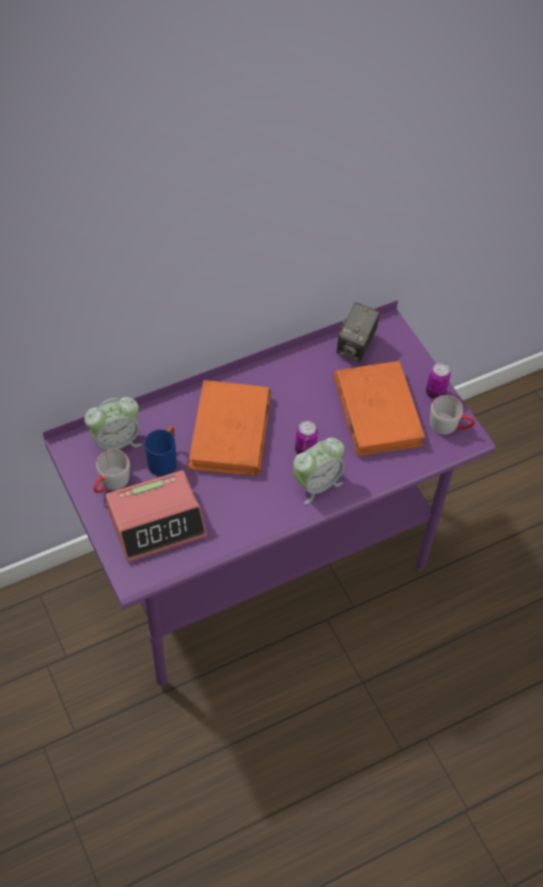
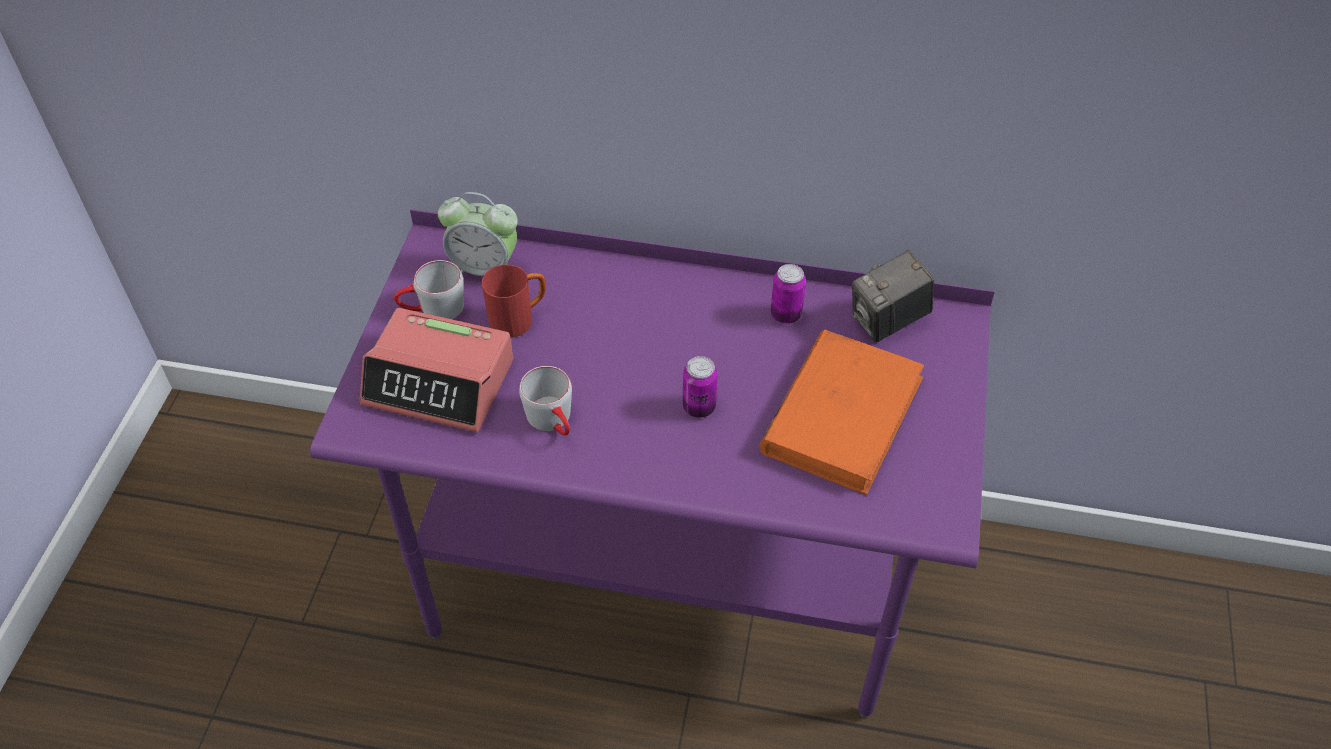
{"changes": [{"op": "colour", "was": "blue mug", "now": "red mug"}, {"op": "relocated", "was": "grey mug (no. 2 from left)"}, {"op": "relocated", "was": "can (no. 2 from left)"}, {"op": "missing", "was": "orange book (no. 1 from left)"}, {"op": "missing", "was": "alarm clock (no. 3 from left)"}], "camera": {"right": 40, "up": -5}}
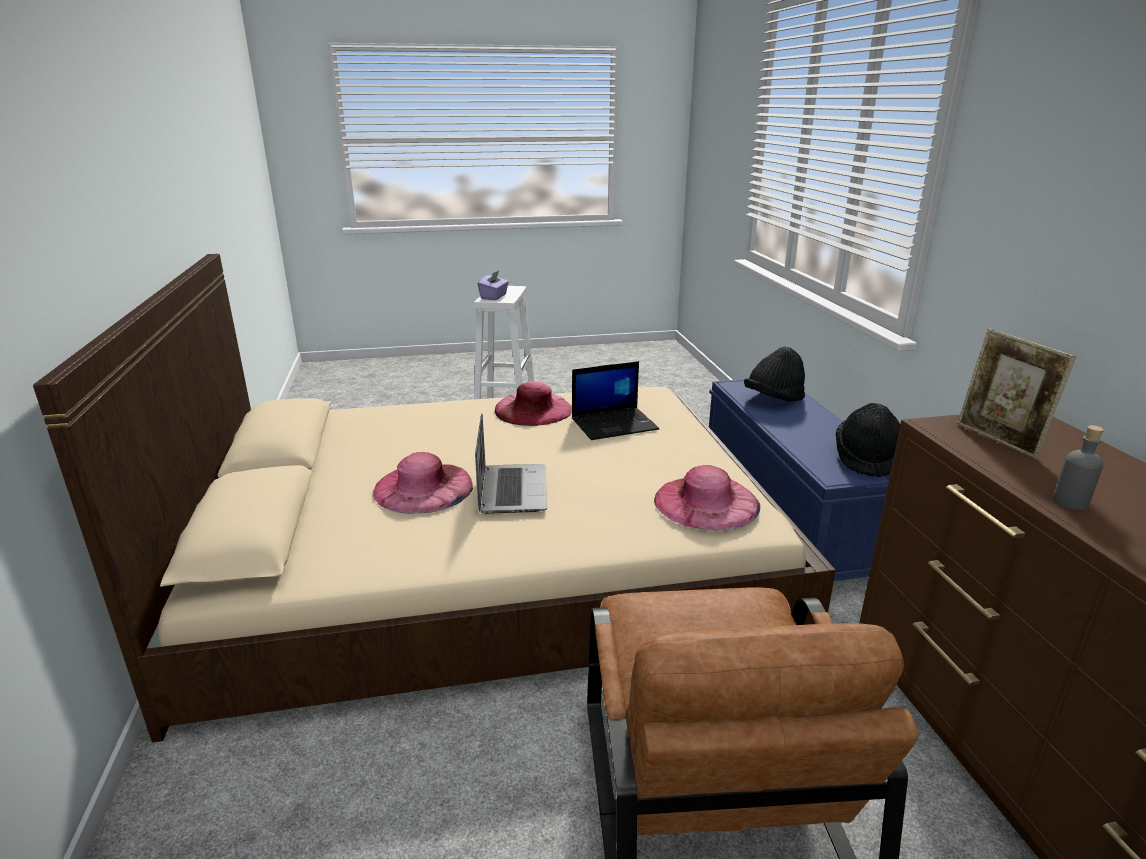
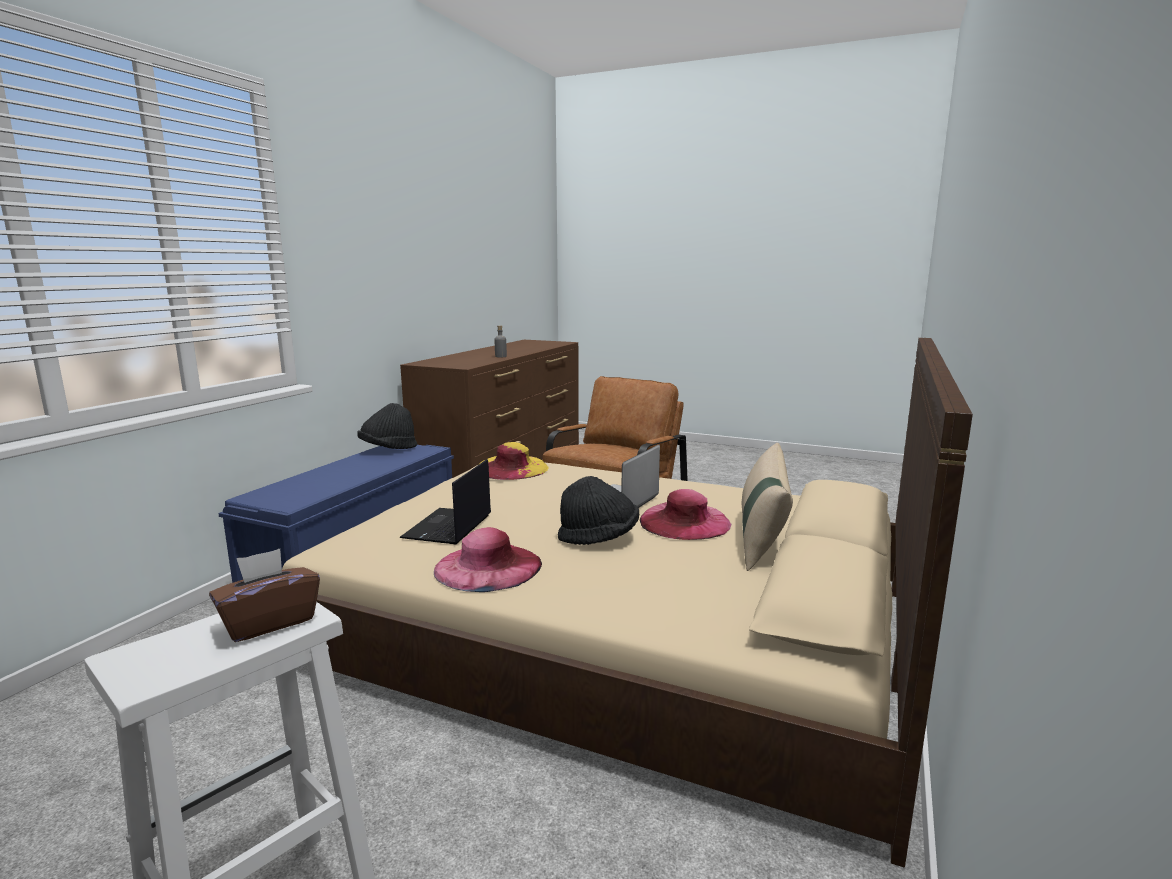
{"changes": [{"op": "colour", "was": "purple tissue box", "now": "brown tissue box"}, {"op": "spun", "was": "laptop (no. 2 from left in the first image)", "clockwise": -90}, {"op": "colour", "was": "pink hat (no. 3 from left)", "now": "yellow hat"}, {"op": "relocated", "was": "black hat (no. 1 from left in the first image)", "now": "black hat (no. 2 from left)"}, {"op": "appeared", "now": "beige pillow"}, {"op": "missing", "was": "picture frame"}], "camera": {"right": -145, "up": -10}}
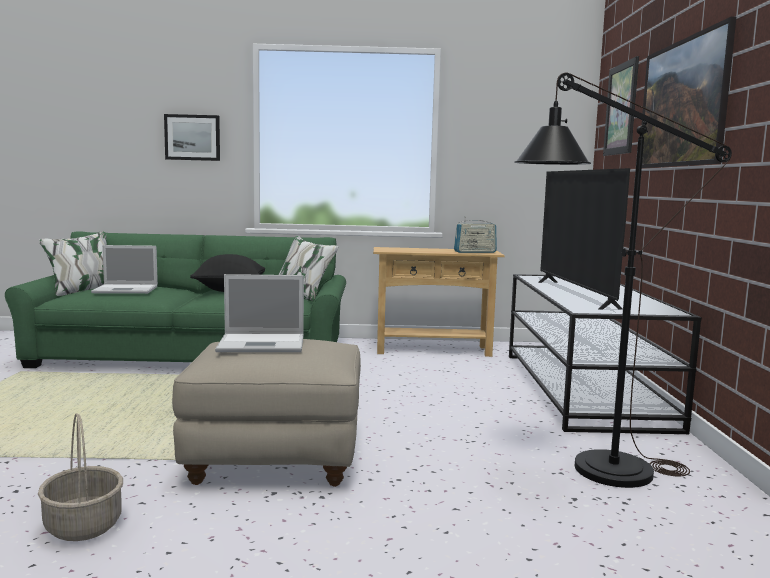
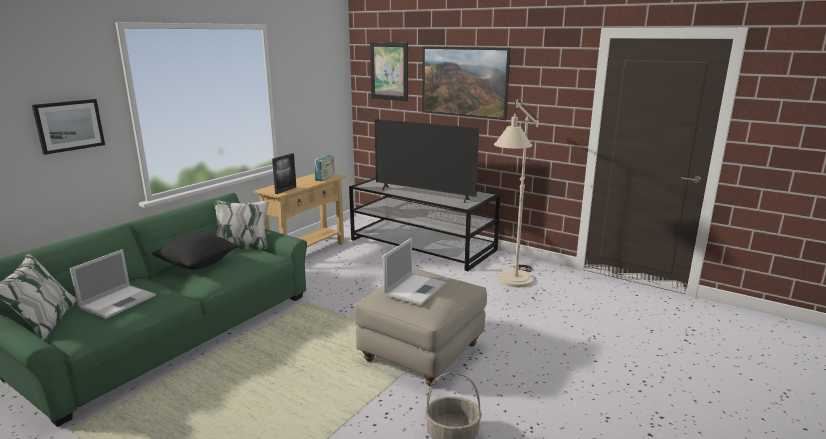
{"changes": [{"op": "appeared", "now": "picture frame"}, {"op": "colour", "was": "black floor lamp", "now": "beige floor lamp"}], "camera": {"right": -55, "up": 10}}
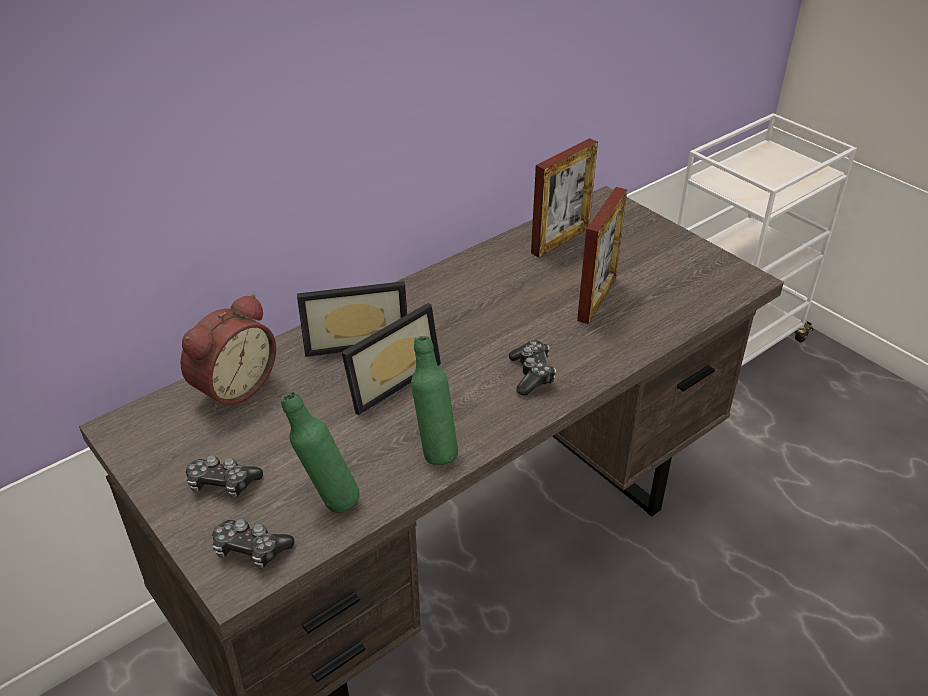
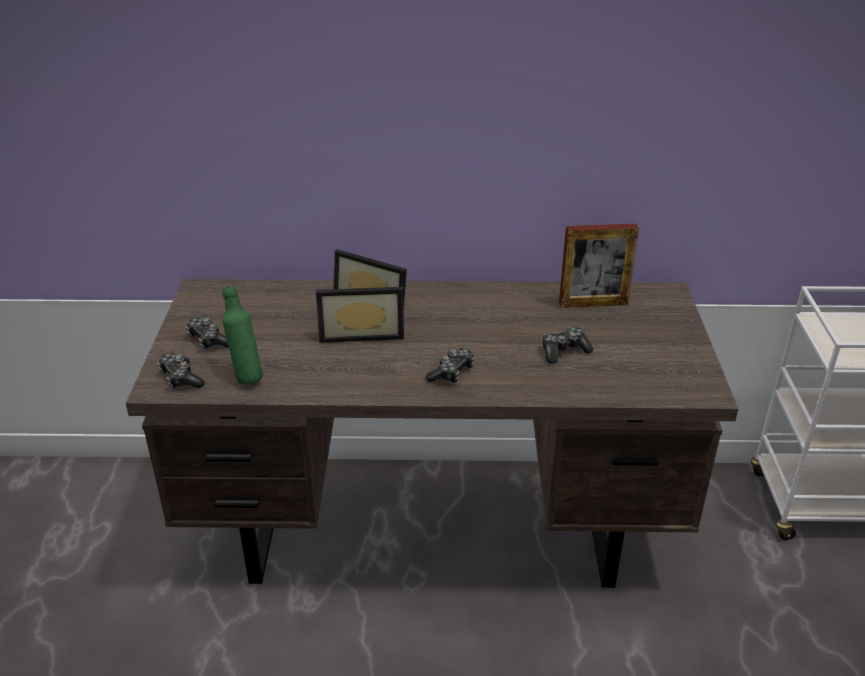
{"changes": [{"op": "exchanged", "was": "picture frame (no. 4 from left)", "now": "game controller (no. 4 from left)"}, {"op": "missing", "was": "alarm clock"}, {"op": "missing", "was": "green bottle (no. 2 from left)"}], "camera": {"right": 40, "up": -5}}
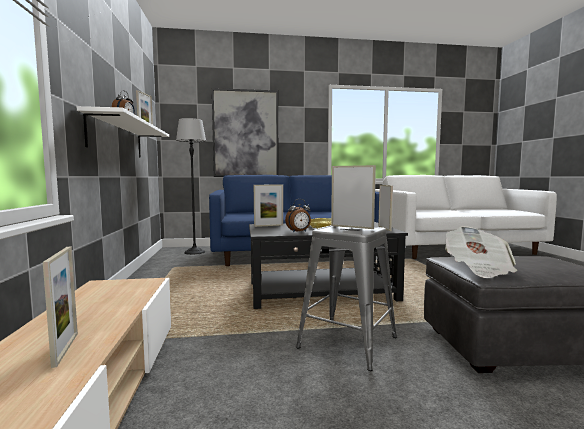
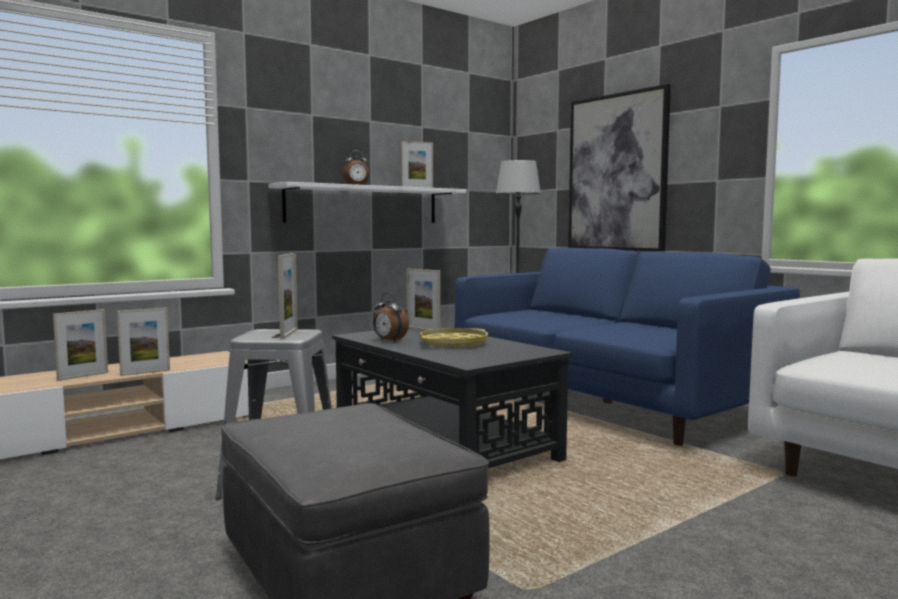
{"changes": [{"op": "relocated", "was": "picture frame (no. 5 from left in the first image)", "now": "picture frame (no. 2 from left)"}, {"op": "missing", "was": "newspaper"}], "camera": {"right": 60, "up": 0}}
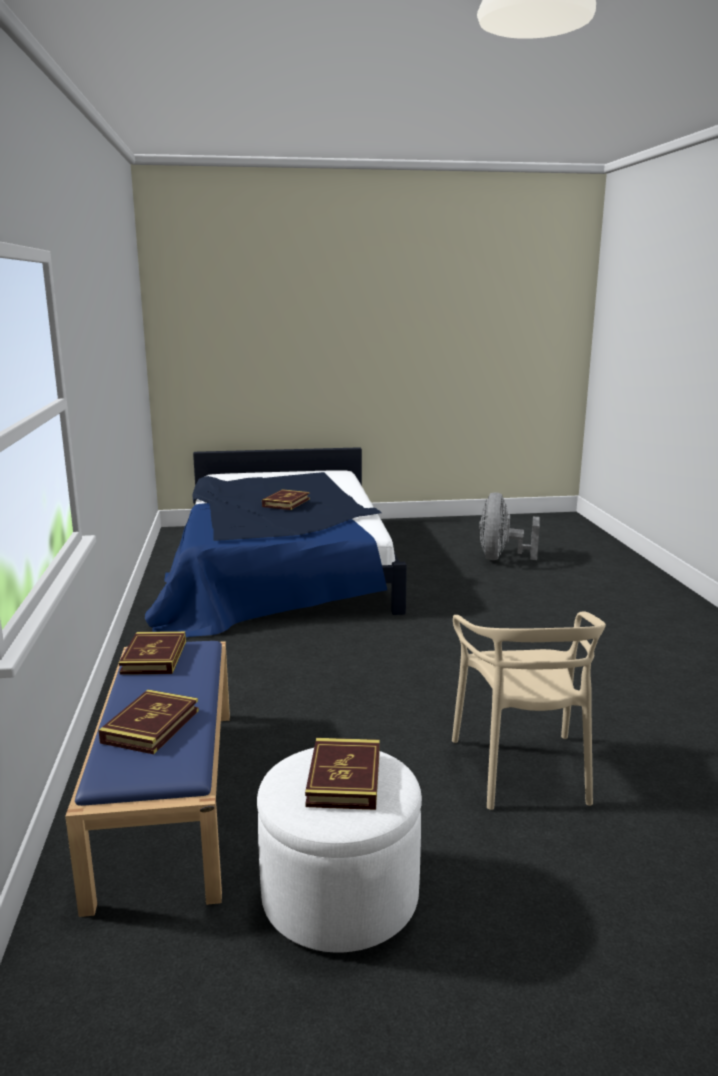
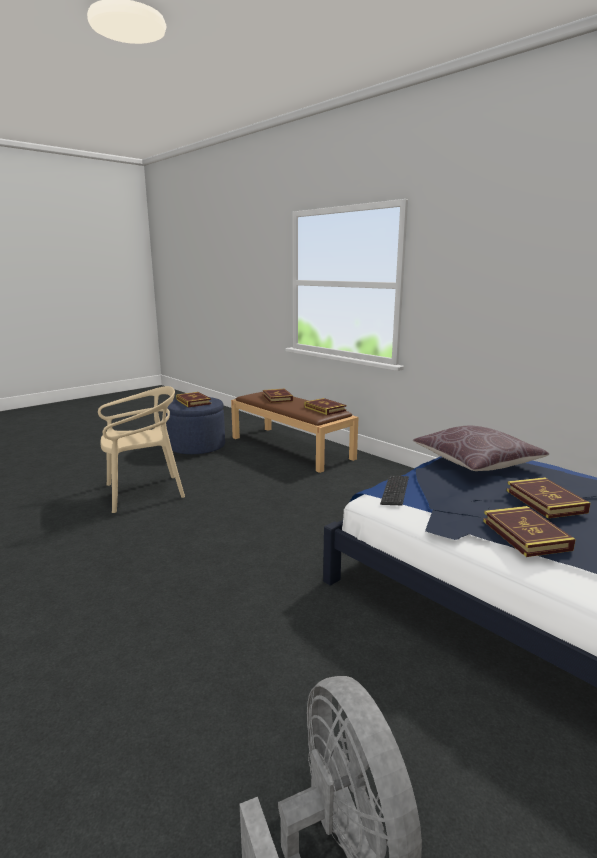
{"changes": [{"op": "spun", "was": "beige chair", "clockwise": 105}, {"op": "colour", "was": "white ottoman", "now": "blue ottoman"}, {"op": "colour", "was": "blue bench", "now": "brown bench"}, {"op": "appeared", "now": "keyboard"}, {"op": "appeared", "now": "brown pillow"}, {"op": "appeared", "now": "book (no. 4 from left)"}], "camera": {"right": 145, "up": 0}}
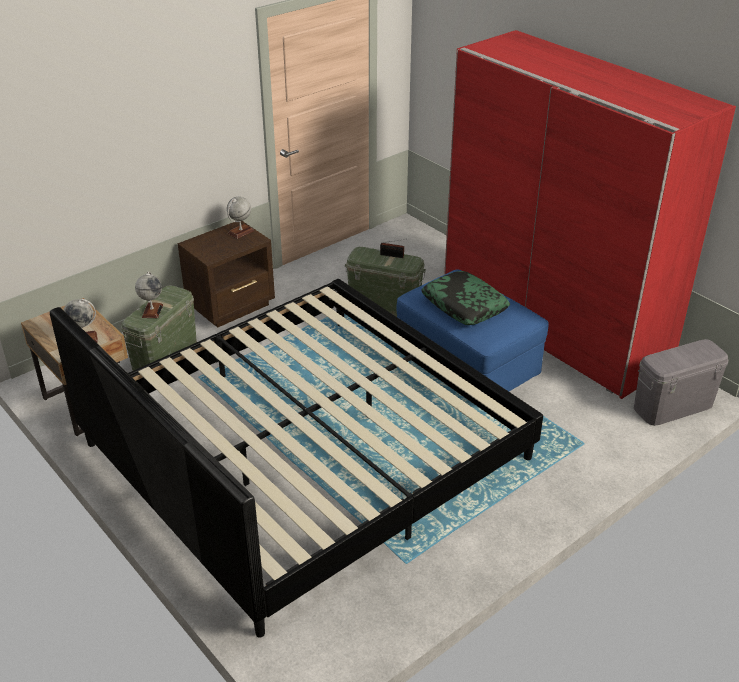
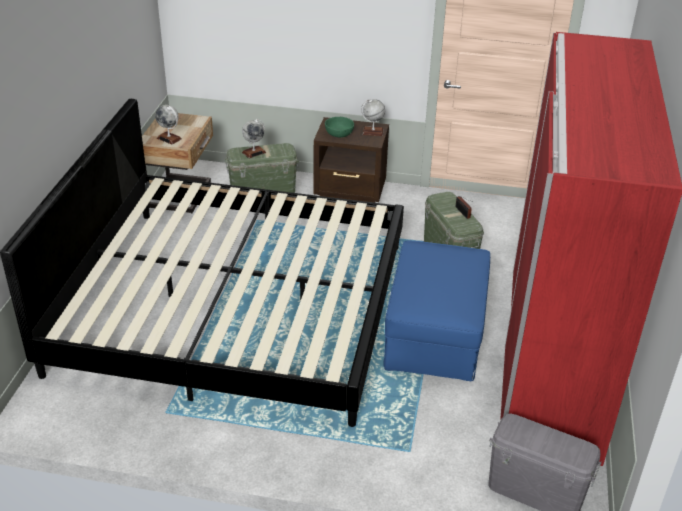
{"changes": [{"op": "appeared", "now": "green bowl"}, {"op": "missing", "was": "pillow"}], "camera": {"right": 50, "up": 0}}
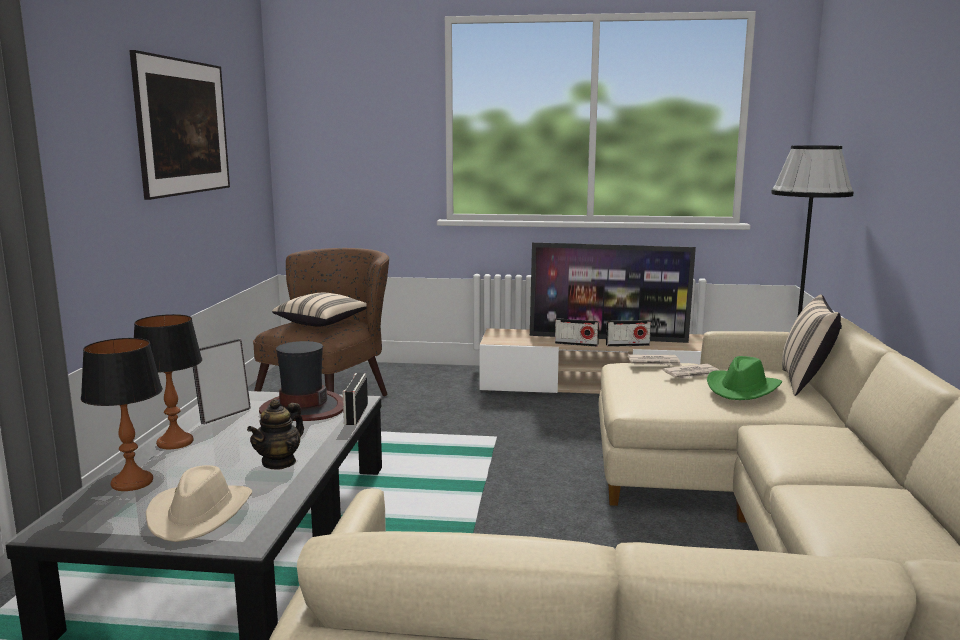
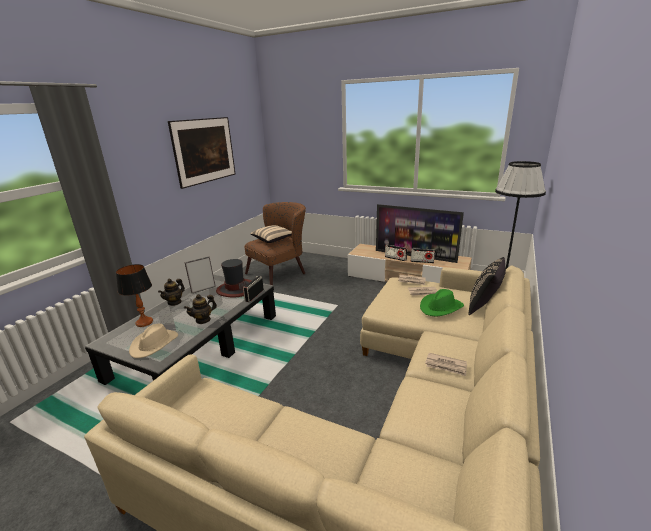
{"changes": [{"op": "exchanged", "was": "table lamp (no. 2 from left)", "now": "teapot (no. 1 from left)"}, {"op": "appeared", "now": "newspaper (no. 3 from left)"}, {"op": "colour", "was": "beige pillow (no. 2 from left)", "now": "black pillow"}], "camera": {"right": 20, "up": 10}}
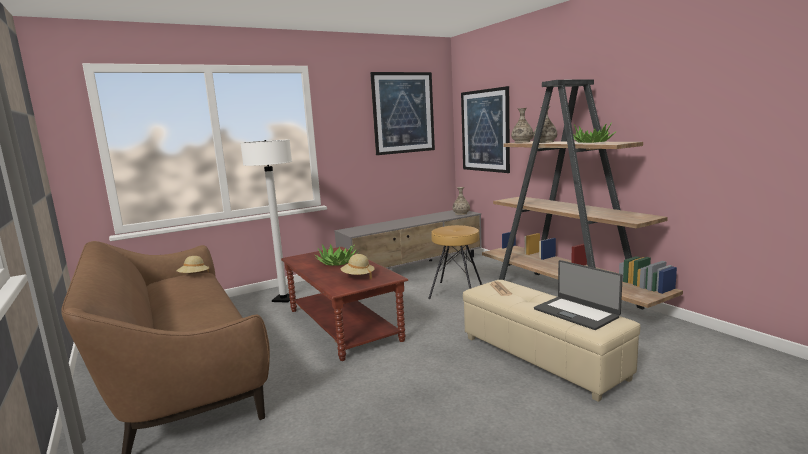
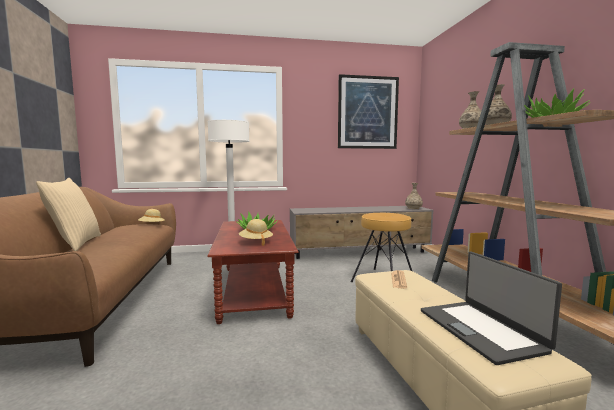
{"changes": [{"op": "appeared", "now": "beige pillow"}, {"op": "missing", "was": "picture (no. 2 from left)"}], "camera": {"right": 20, "up": -5}}
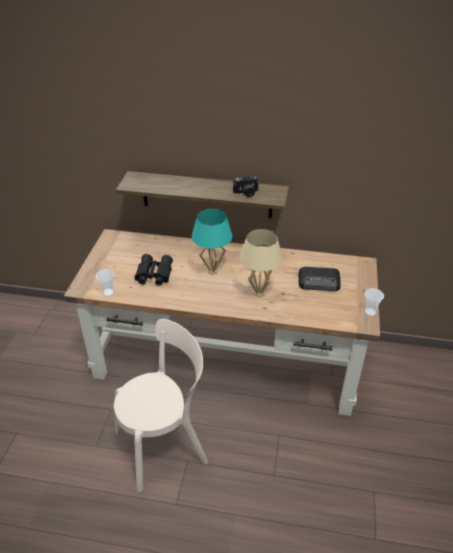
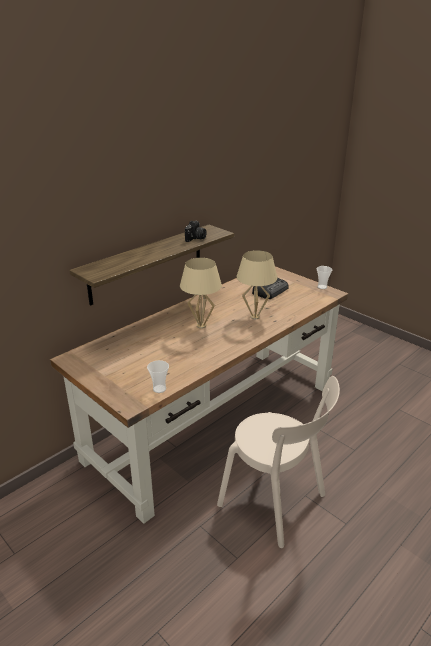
{"changes": [{"op": "colour", "was": "turquoise table lamp", "now": "beige table lamp (no. 1 from left)"}, {"op": "spun", "was": "beige chair", "clockwise": 120}, {"op": "missing", "was": "black binoculars"}], "camera": {"right": -55, "up": -10}}
